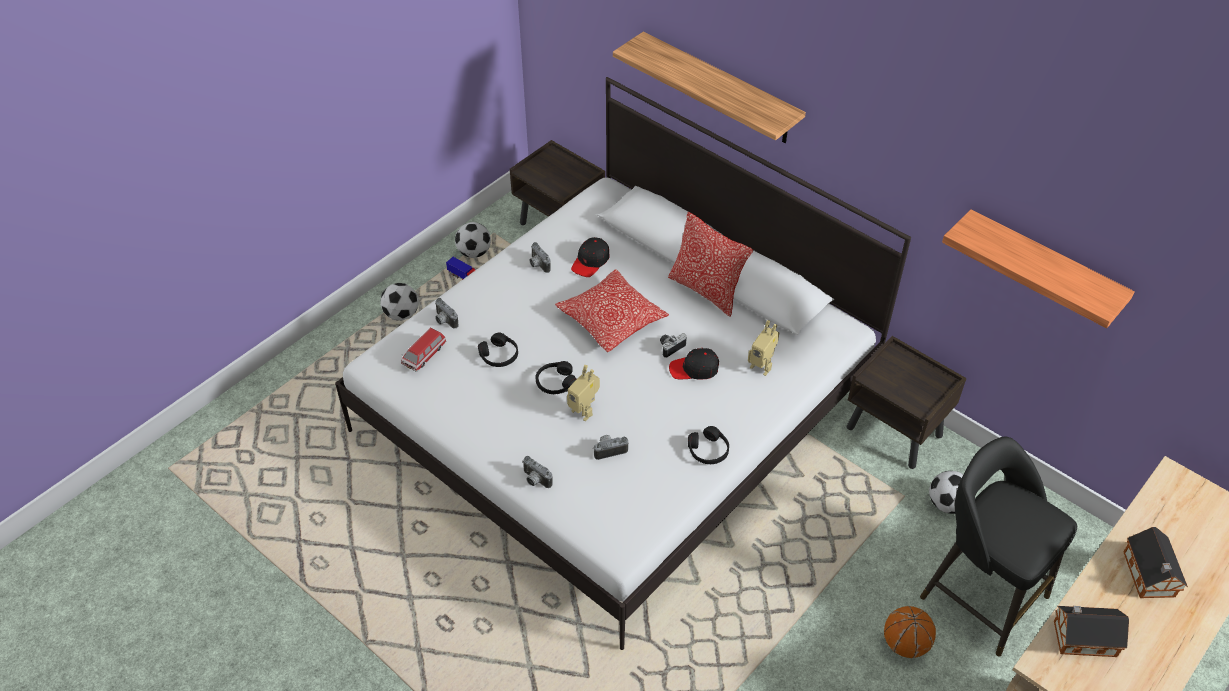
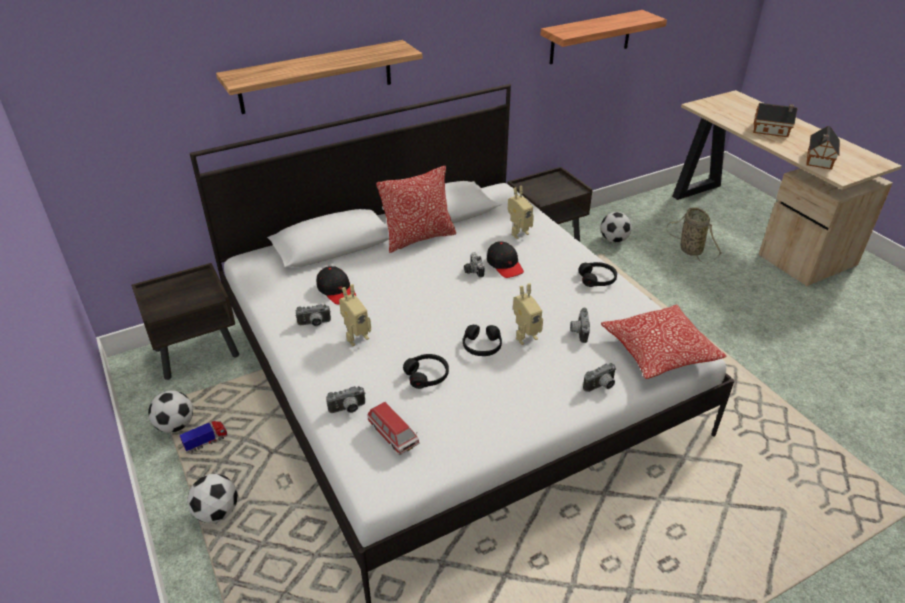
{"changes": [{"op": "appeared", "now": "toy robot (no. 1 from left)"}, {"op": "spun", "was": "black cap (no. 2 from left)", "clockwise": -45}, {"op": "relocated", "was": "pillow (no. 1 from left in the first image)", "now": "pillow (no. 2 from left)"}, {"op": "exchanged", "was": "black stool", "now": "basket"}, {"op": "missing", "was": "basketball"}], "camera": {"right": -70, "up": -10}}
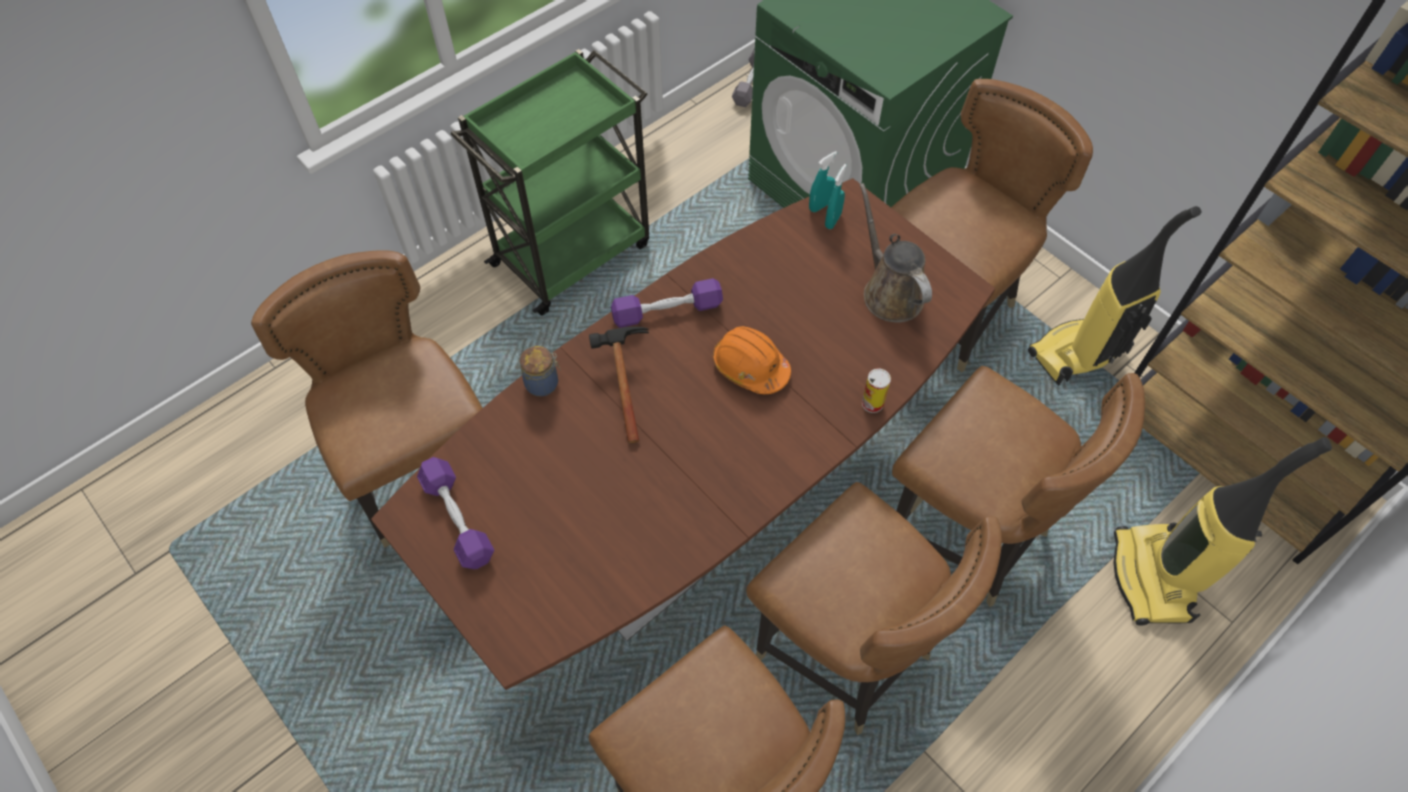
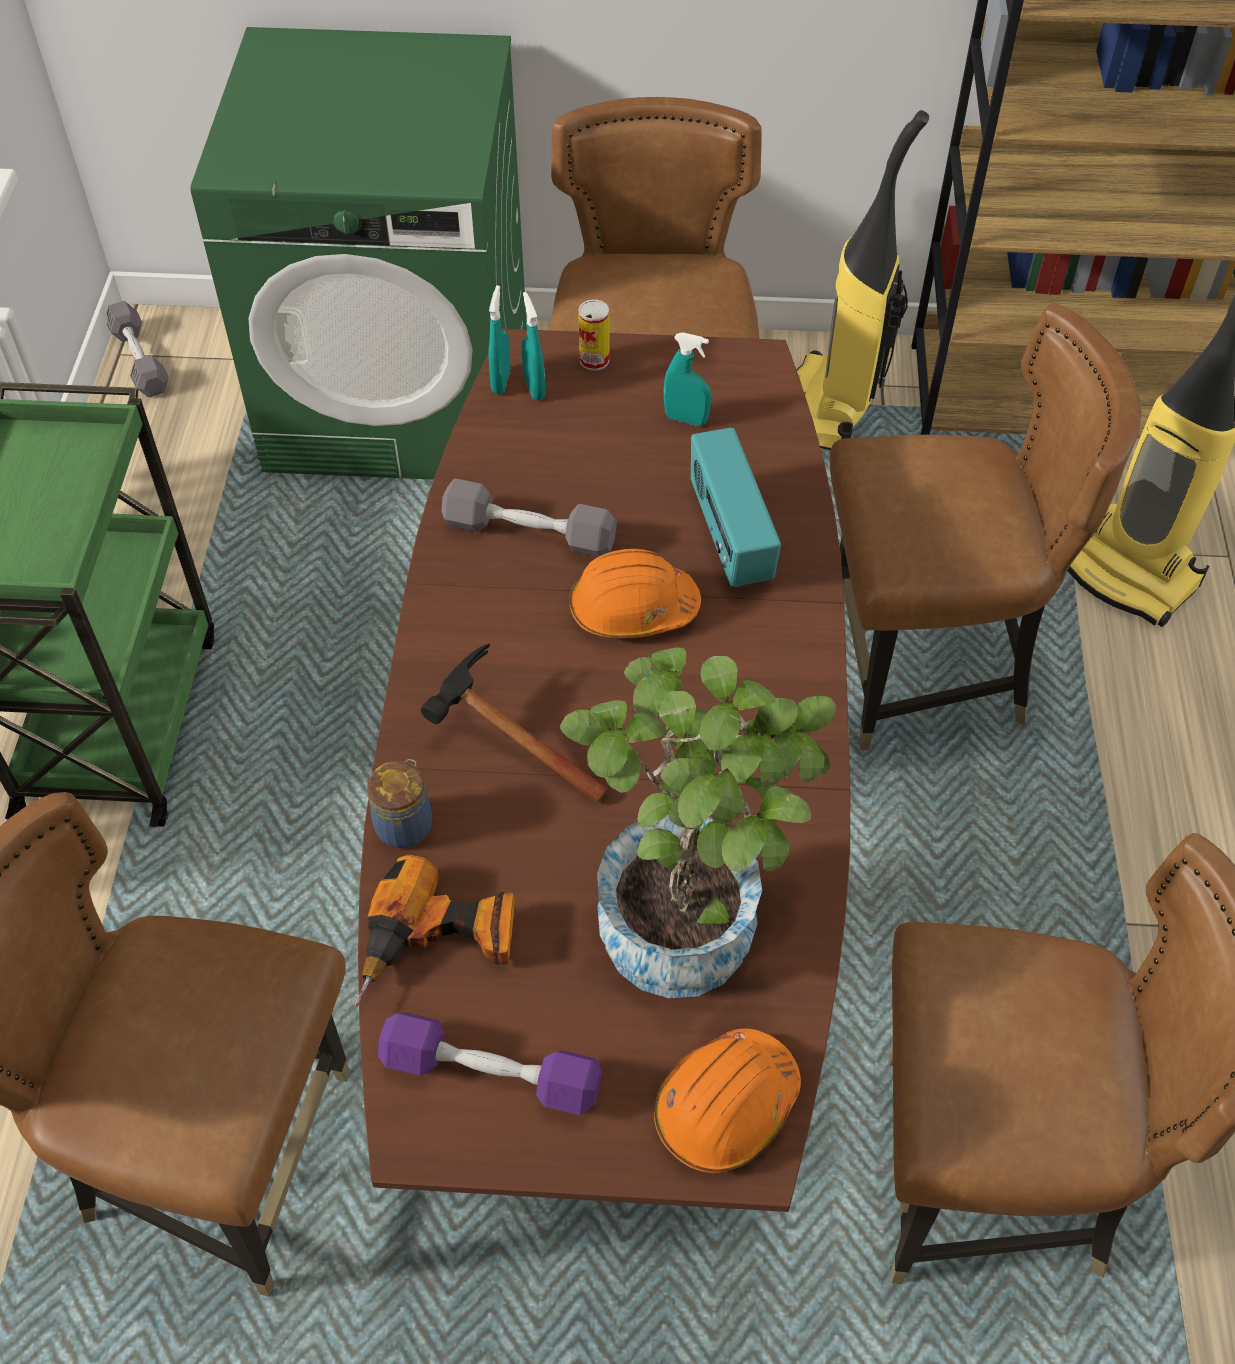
{"changes": [{"op": "appeared", "now": "power drill"}, {"op": "appeared", "now": "grey dumbbell (no. 2 from left)"}, {"op": "appeared", "now": "potted plant"}, {"op": "relocated", "was": "can"}, {"op": "appeared", "now": "orange hard hat (no. 2 from left)"}, {"op": "exchanged", "was": "brown watering can", "now": "turquoise spray bottle (no. 3 from left)"}, {"op": "appeared", "now": "radio"}, {"op": "missing", "was": "purple dumbbell (no. 2 from left)"}, {"op": "missing", "was": "brown chair (no. 3 from left)"}], "camera": {"right": -45, "up": -5}}
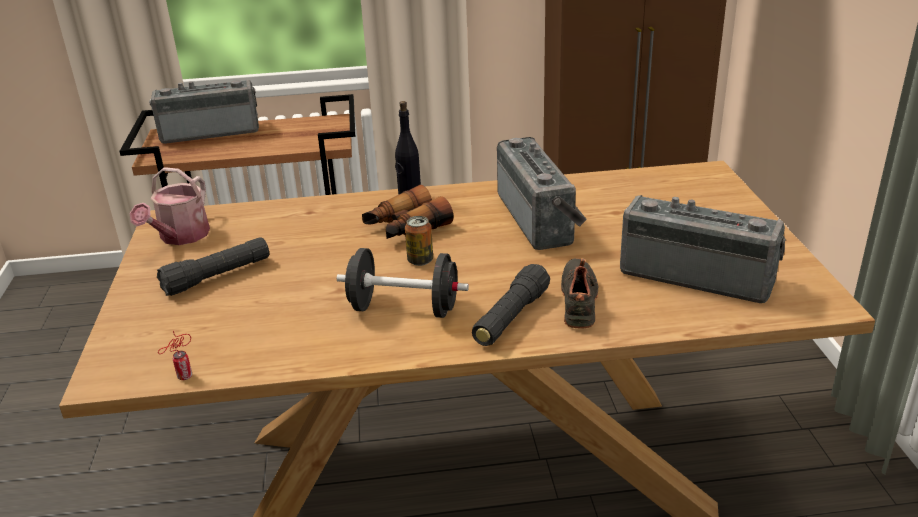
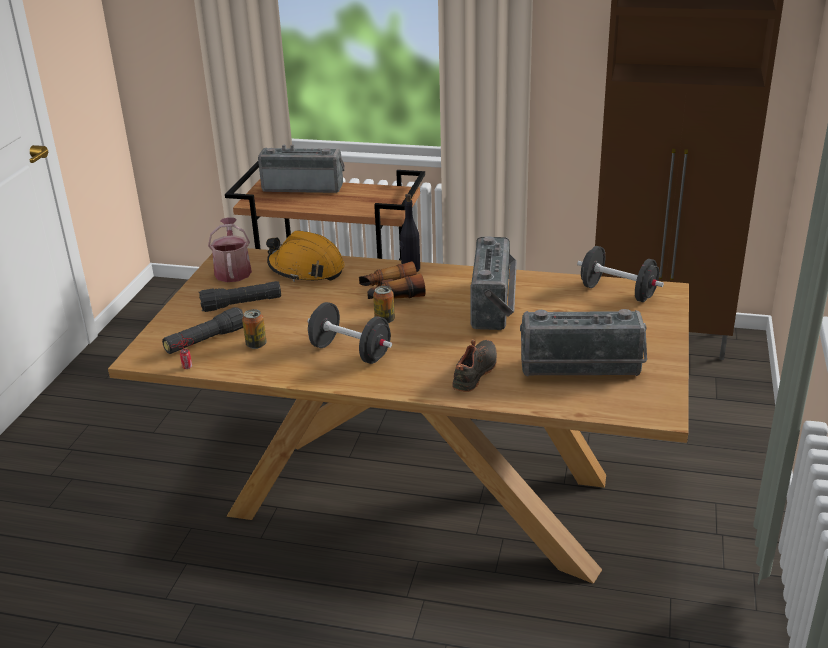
{"changes": [{"op": "relocated", "was": "black flashlight (no. 2 from left in the first image)", "now": "black flashlight (no. 1 from left)"}, {"op": "spun", "was": "watering can", "clockwise": 135}, {"op": "appeared", "now": "can (no. 2 from left)"}, {"op": "appeared", "now": "orange hard hat"}, {"op": "spun", "was": "radio (no. 3 from left)", "clockwise": 135}, {"op": "appeared", "now": "black dumbbell (no. 2 from left)"}], "camera": {"right": 20, "up": 0}}
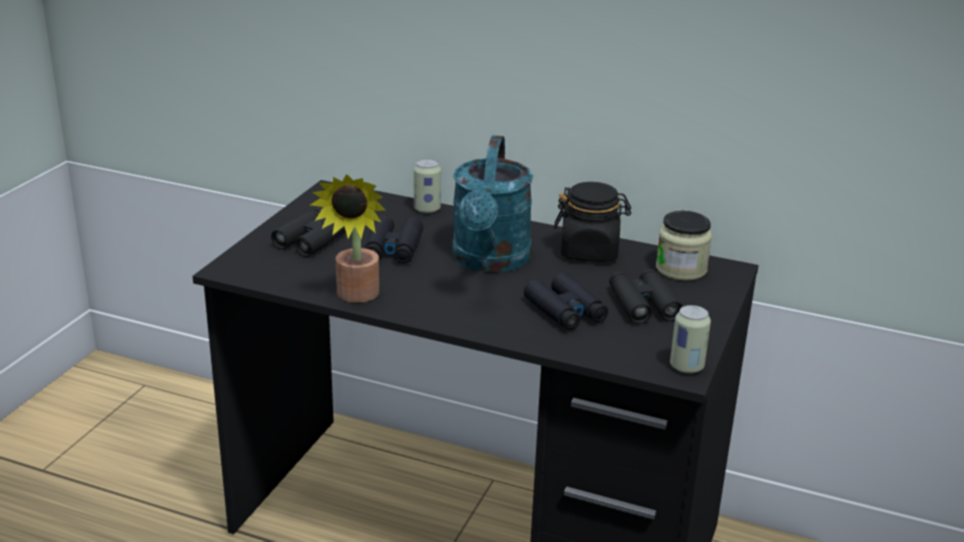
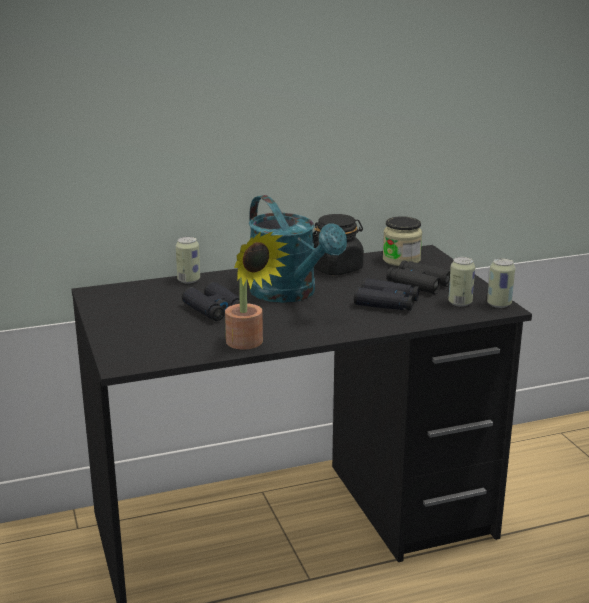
{"changes": [{"op": "appeared", "now": "can (no. 2 from left)"}, {"op": "missing", "was": "black binoculars (no. 1 from left)"}], "camera": {"right": -40, "up": -5}}
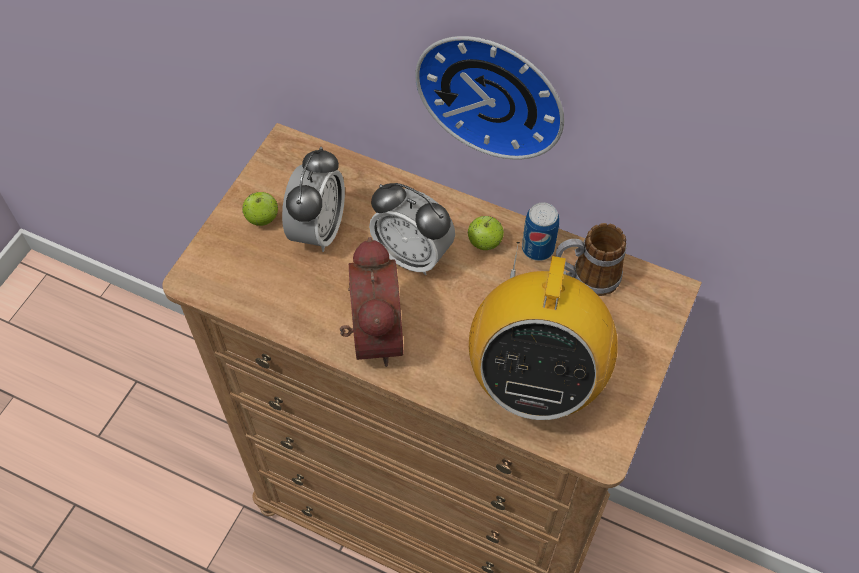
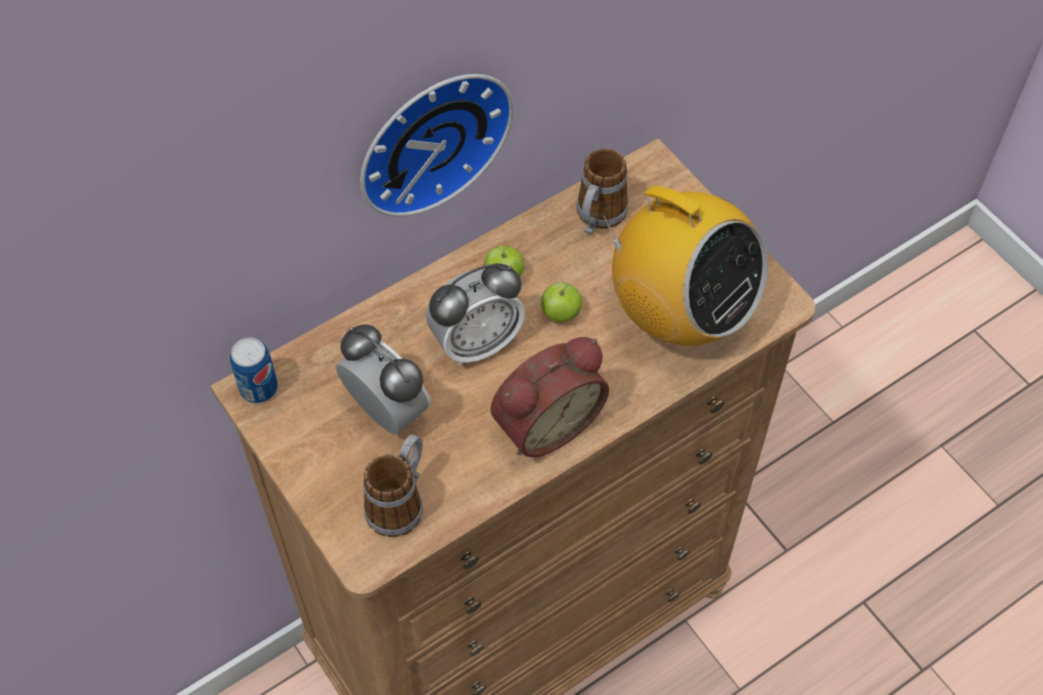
{"changes": [{"op": "relocated", "was": "can"}, {"op": "appeared", "now": "mug (no. 1 from left)"}, {"op": "spun", "was": "alarm clock (no. 2 from left in the first image)", "clockwise": 120}, {"op": "relocated", "was": "apple (no. 1 from left in the first image)", "now": "apple (no. 2 from left)"}], "camera": {"right": -60, "up": 0}}
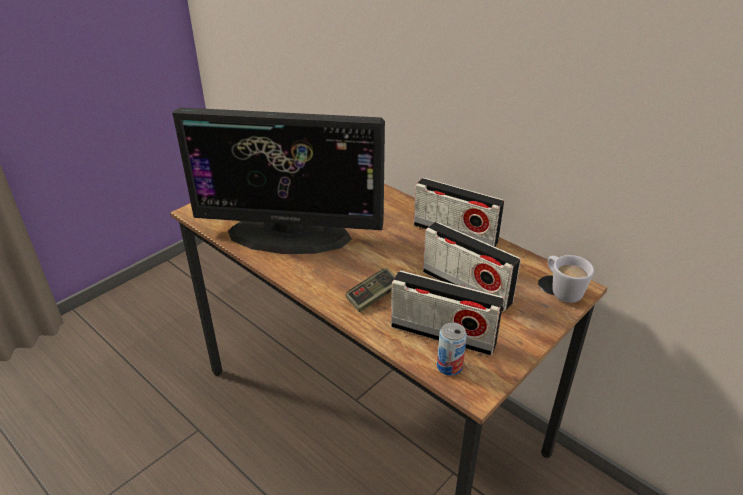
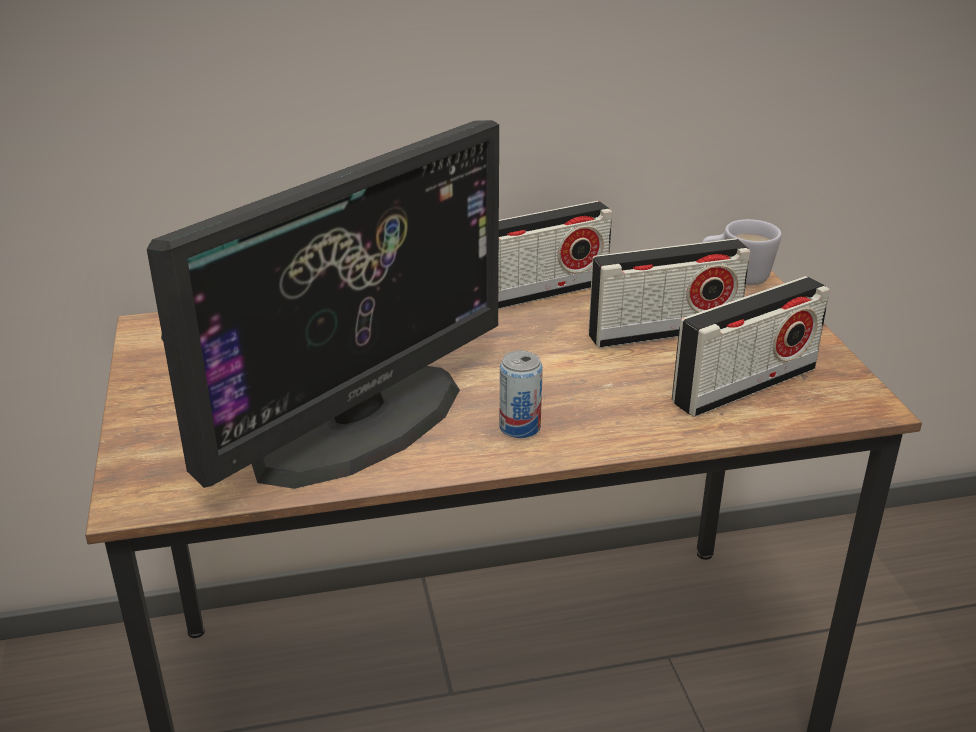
{"changes": [{"op": "relocated", "was": "can"}, {"op": "missing", "was": "game controller"}], "camera": {"right": -55, "up": -5}}
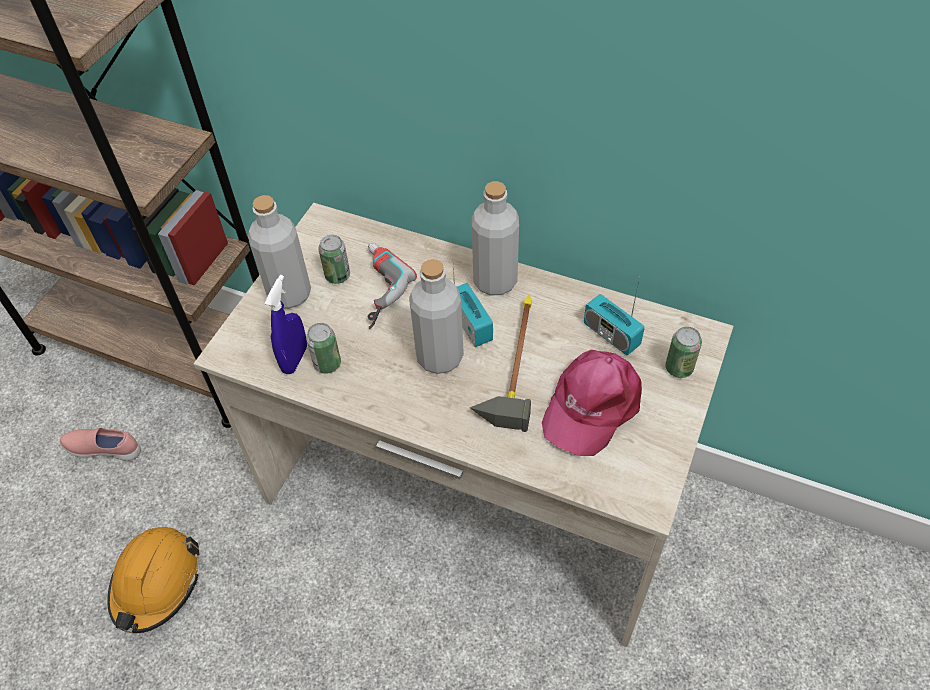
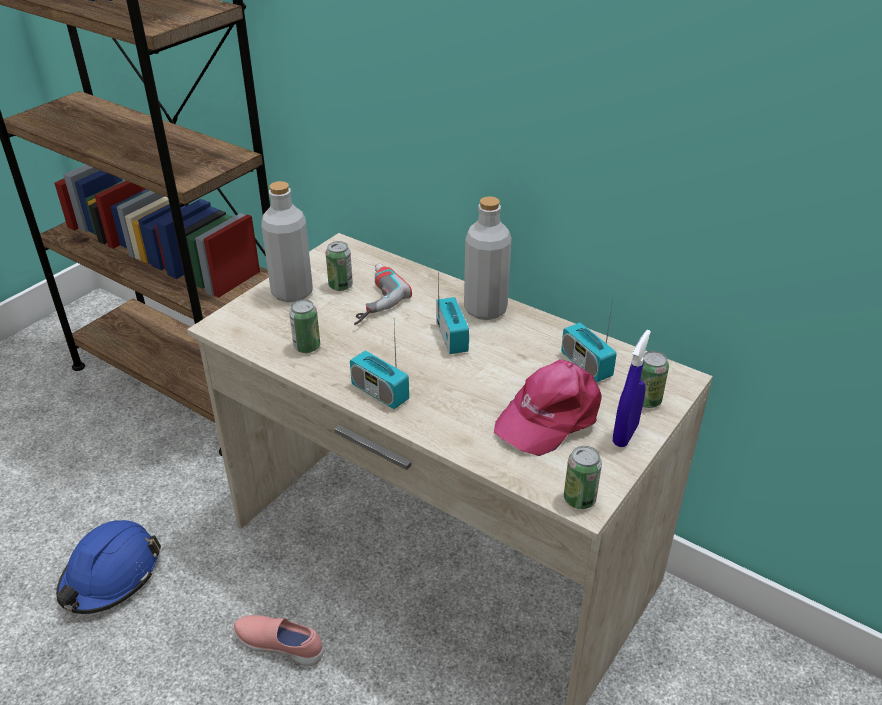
{"changes": [{"op": "colour", "was": "orange hard hat", "now": "blue hard hat"}, {"op": "relocated", "was": "pink shoe"}, {"op": "appeared", "now": "radio (no. 1 from left)"}, {"op": "appeared", "now": "can (no. 3 from left)"}, {"op": "relocated", "was": "blue spray bottle"}, {"op": "missing", "was": "grey bottle (no. 2 from left)"}, {"op": "missing", "was": "hammer"}], "camera": {"right": 10, "up": -15}}
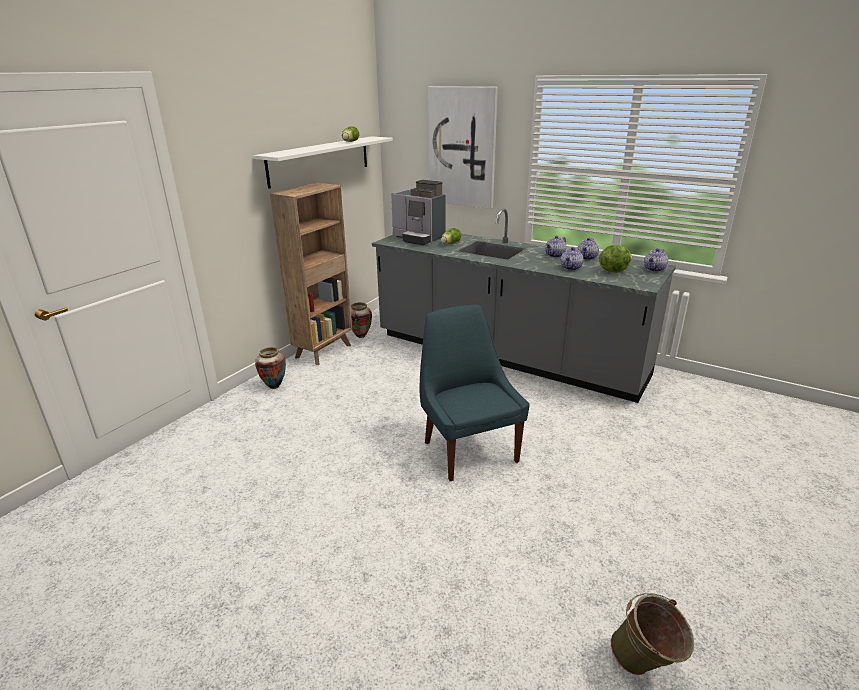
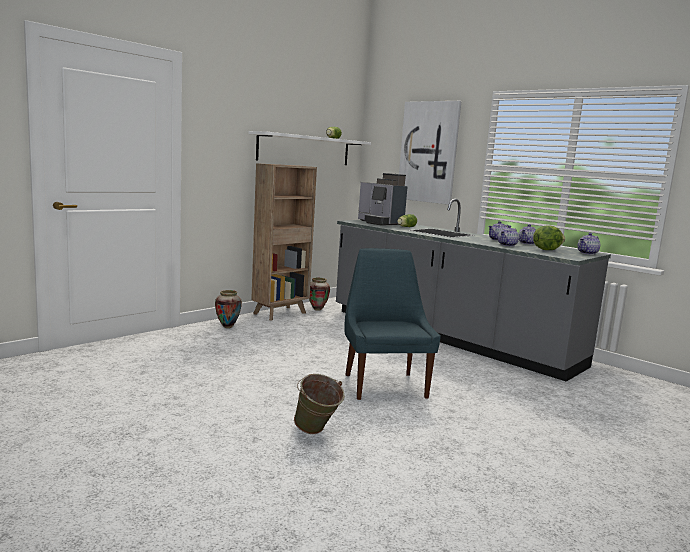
{"changes": [{"op": "relocated", "was": "green bucket"}], "camera": {"right": 10, "up": -15}}
